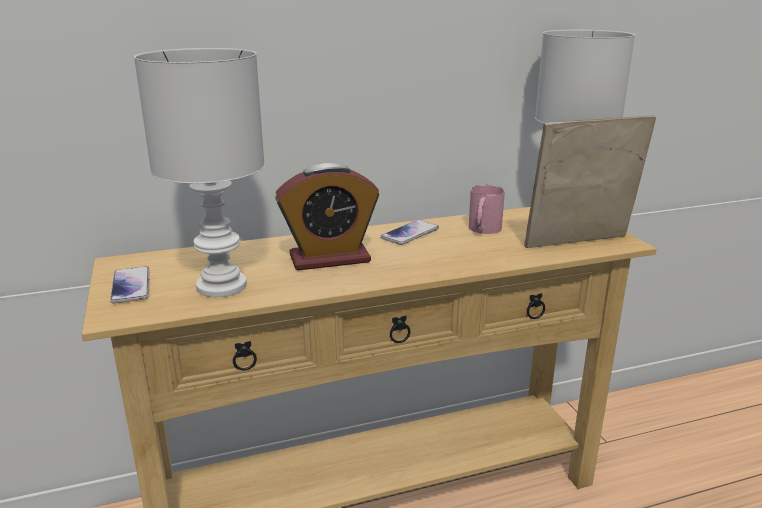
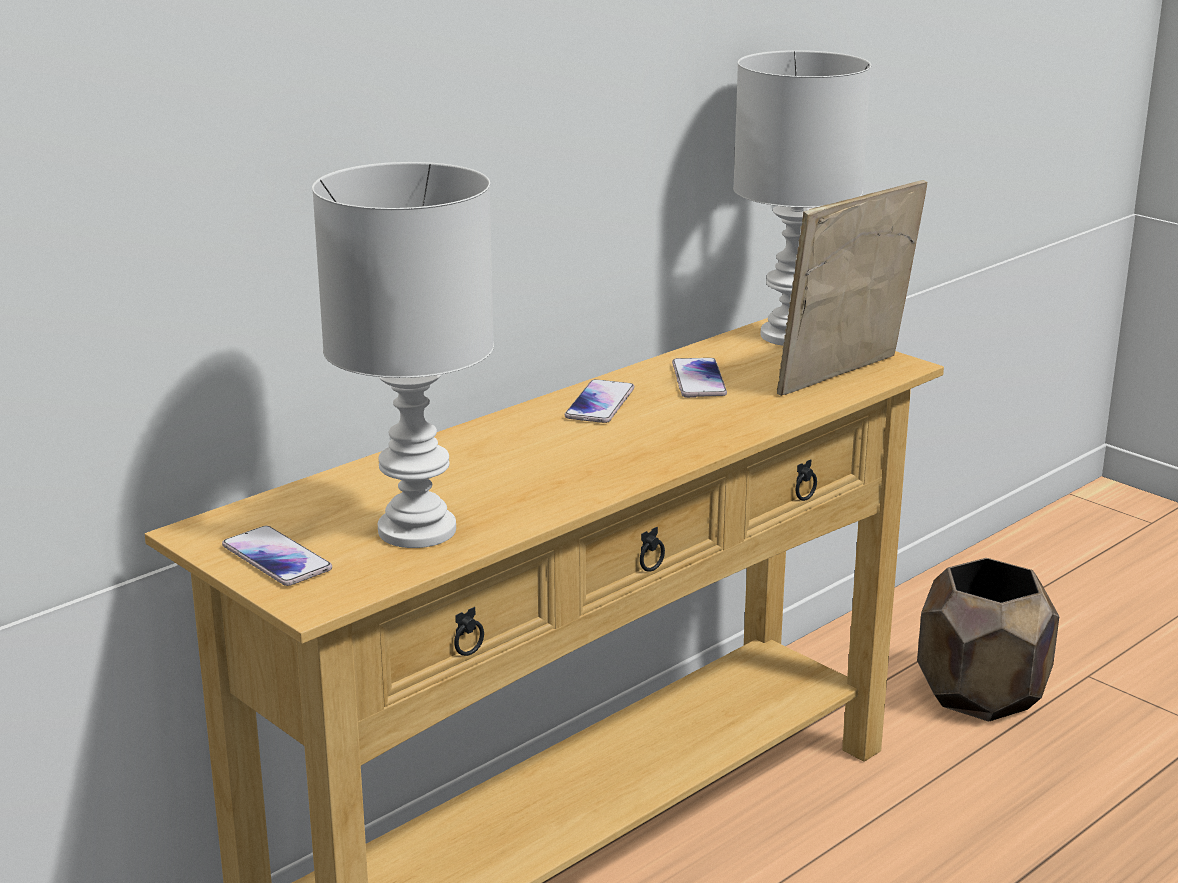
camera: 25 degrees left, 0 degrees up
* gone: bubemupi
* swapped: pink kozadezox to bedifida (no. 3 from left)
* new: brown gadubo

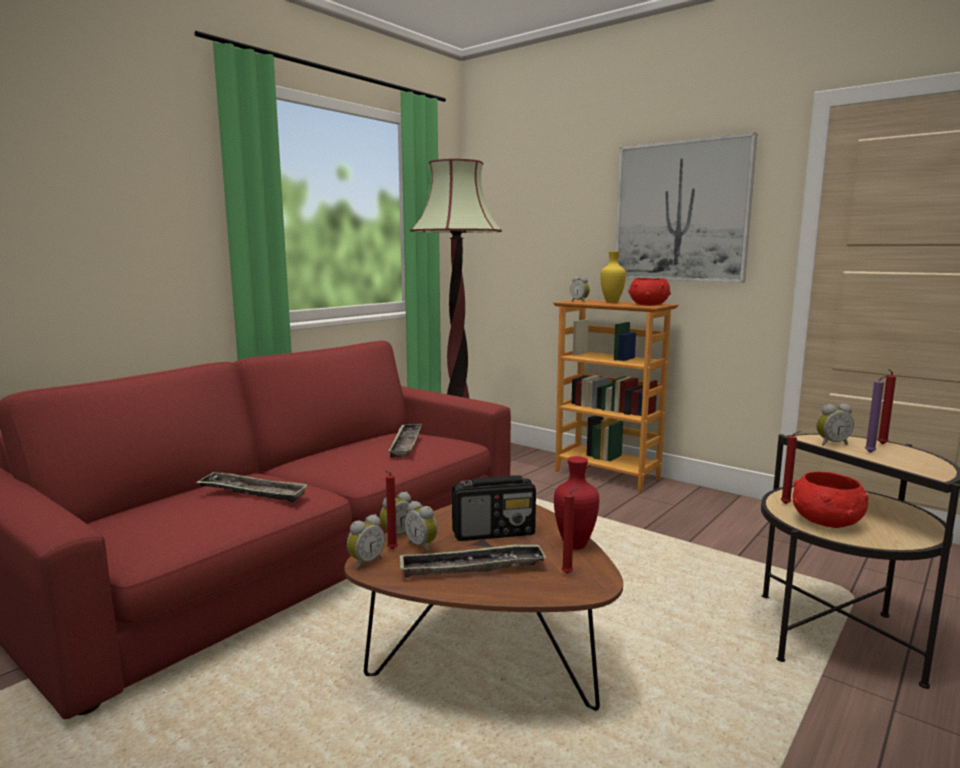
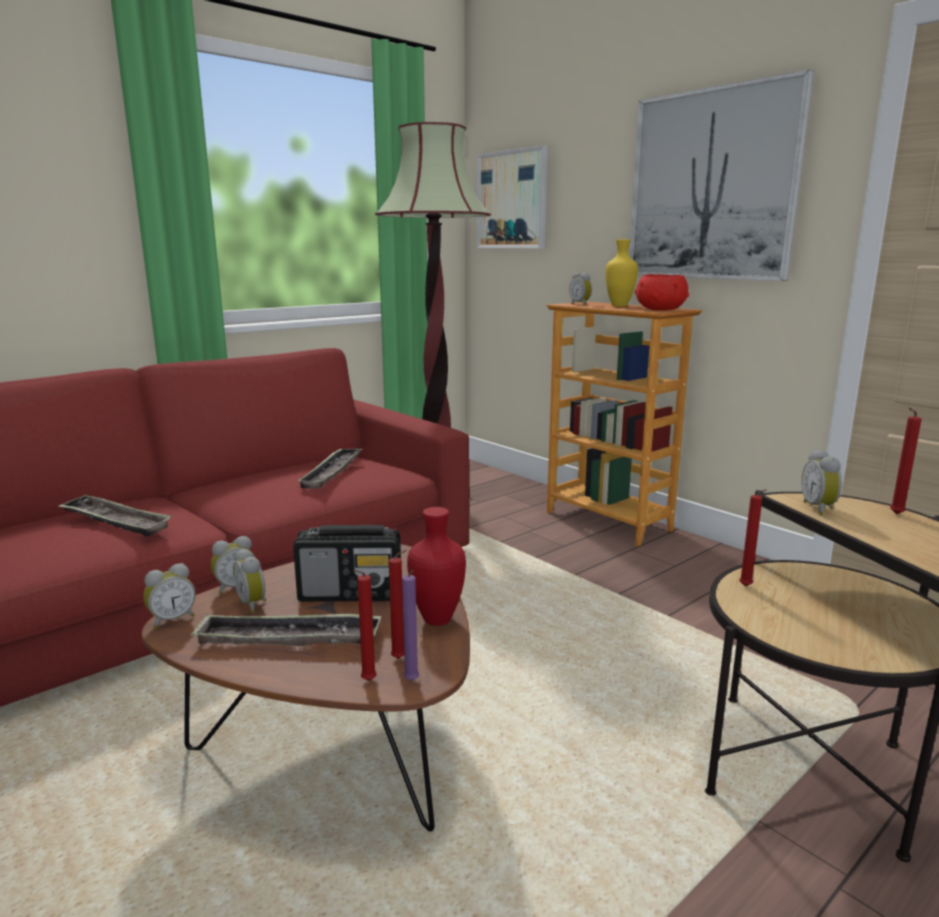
camera: 10 degrees right, 5 degrees up
* shifted: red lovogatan (no. 1 from left)
* gone: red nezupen (no. 2 from left)
* rotated: bubemupi (no. 5 from left) 90 degrees clockwise
* shifted: purple lovogatan
* new: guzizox (no. 1 from left)

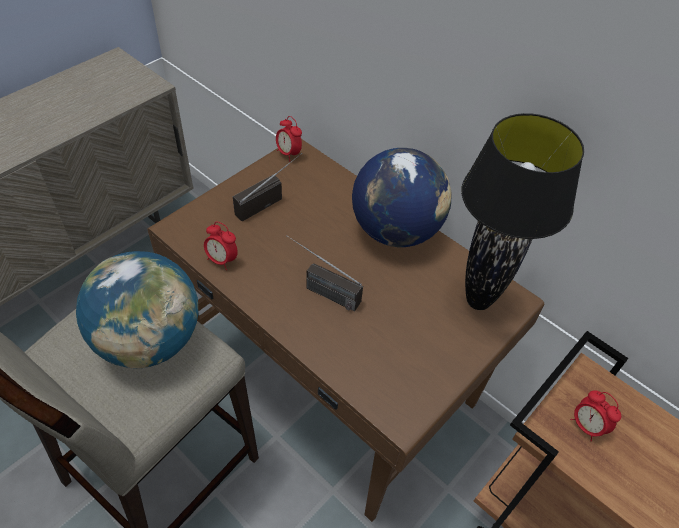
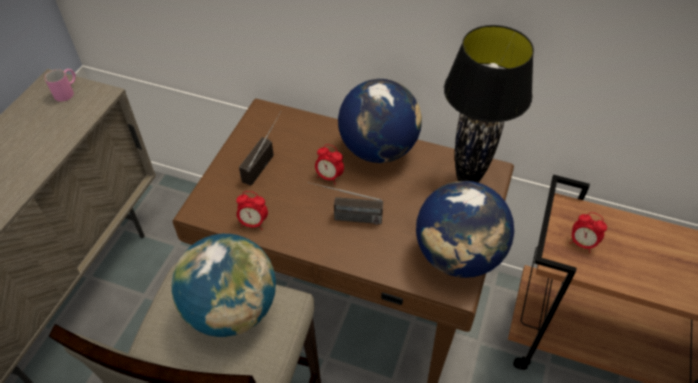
camera: 20 degrees left, 0 degrees up
* shifted: bubemupi (no. 2 from left)
* new: pink kozadezox
* new: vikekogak (no. 3 from left)

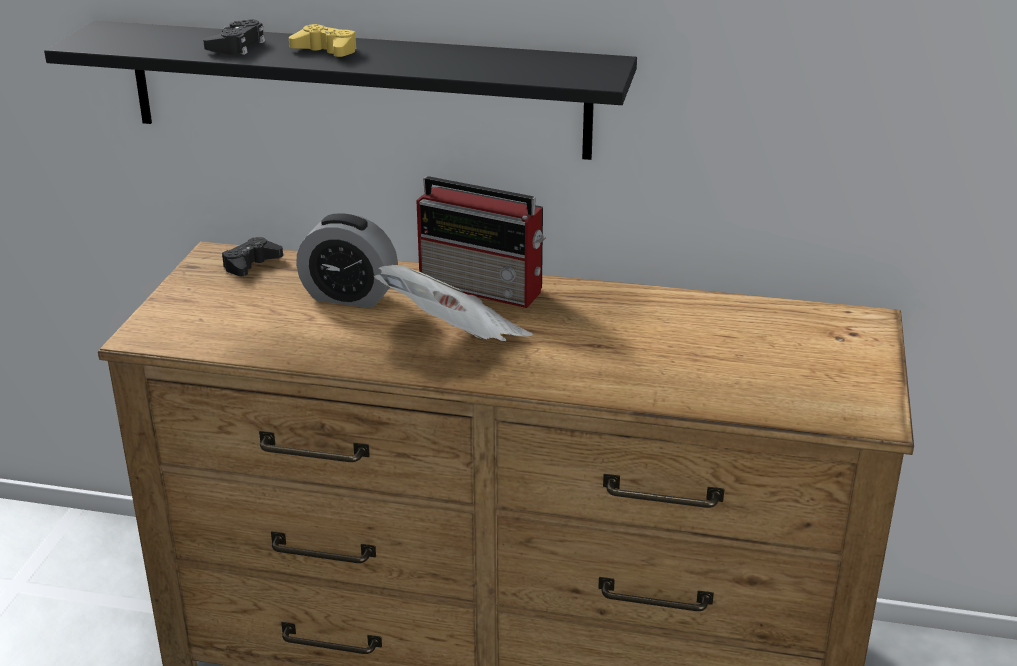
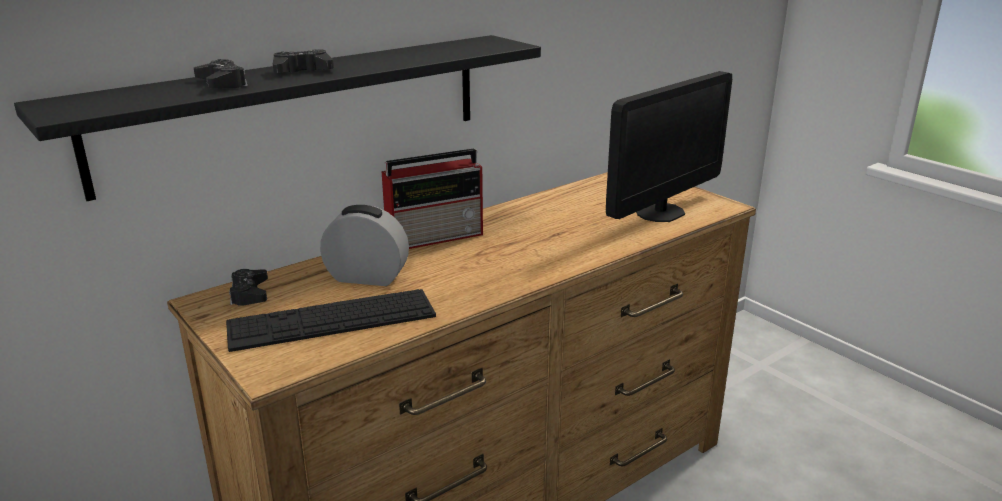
camera: 50 degrees left, 5 degrees down
* repainted: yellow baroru to black baroru (no. 3 from left)
* rotated: bubemupi 135 degrees counterclockwise
* gone: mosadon
* new: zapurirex
* new: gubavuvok

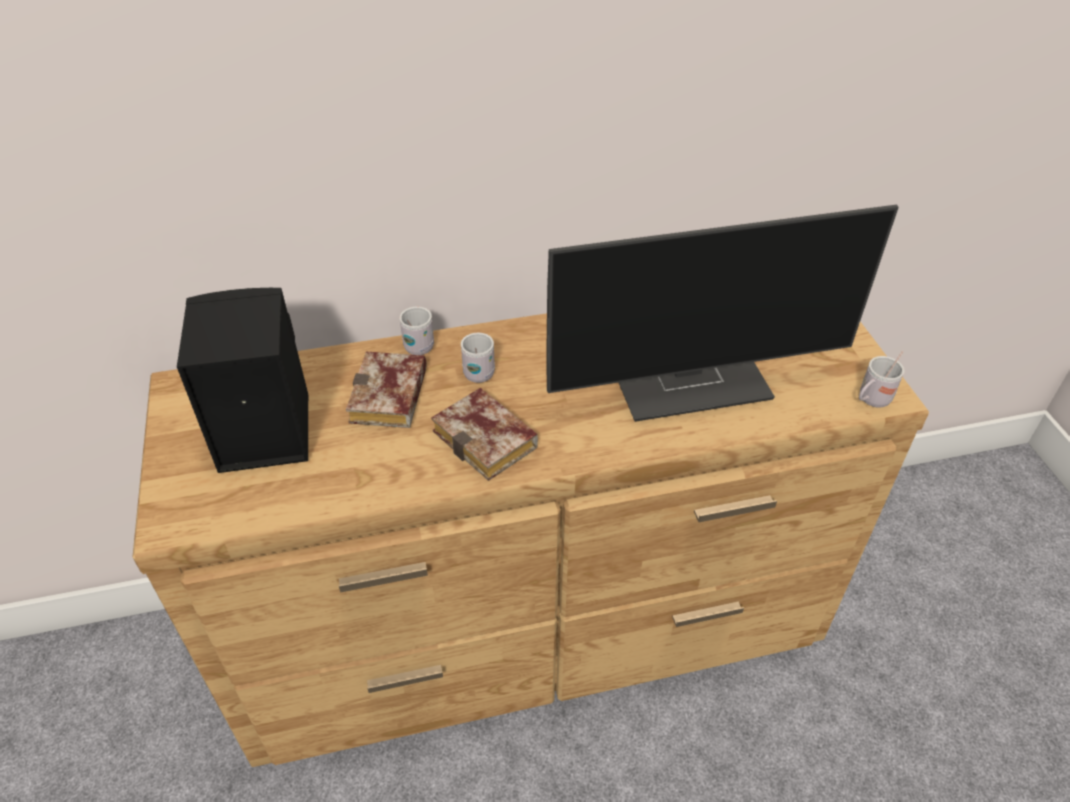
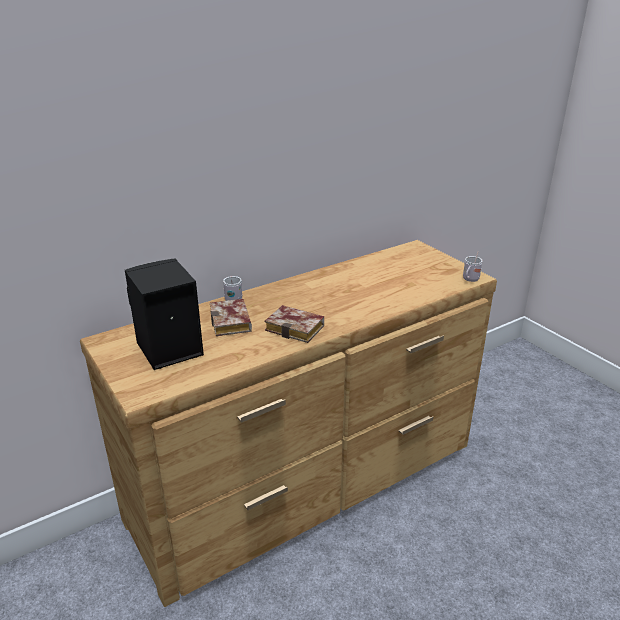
camera: 20 degrees left, 15 degrees down
* gone: white kozadezox (no. 2 from left)
* gone: gubavuvok

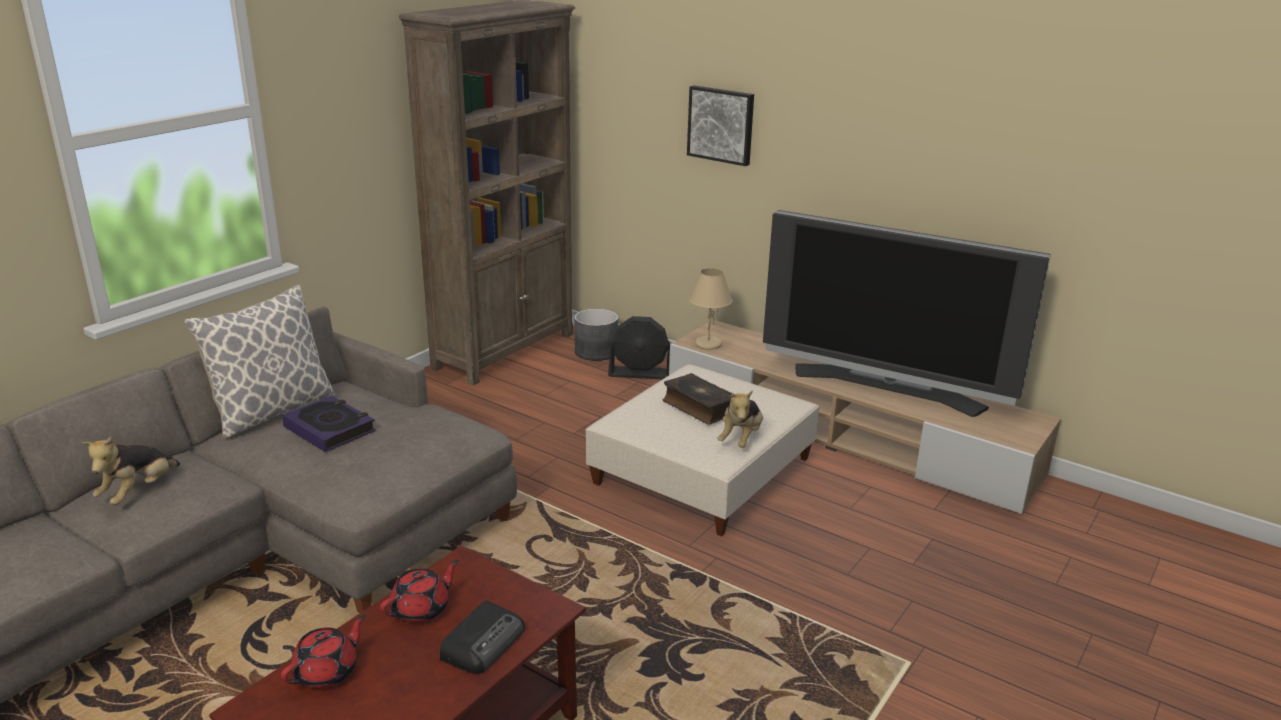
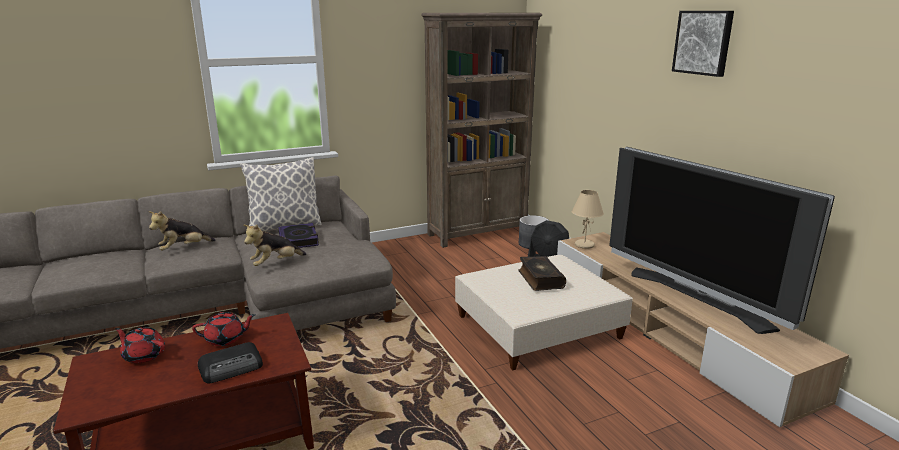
camera: 30 degrees right, 5 degrees down
* rotated: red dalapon (no. 1 from left) 135 degrees counterclockwise
* shifted: guzizox
* shifted: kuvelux (no. 2 from left)

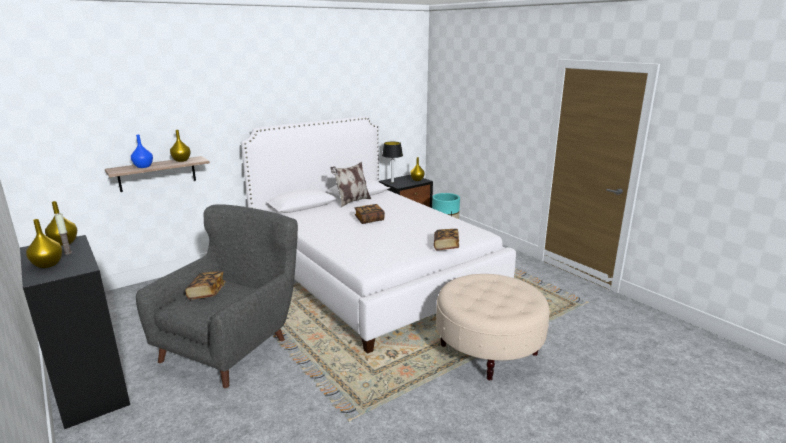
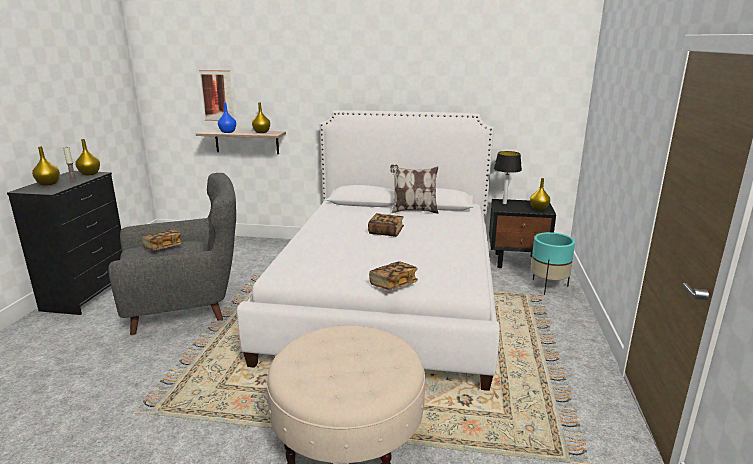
camera: 45 degrees right, 0 degrees up
* new: guzizox

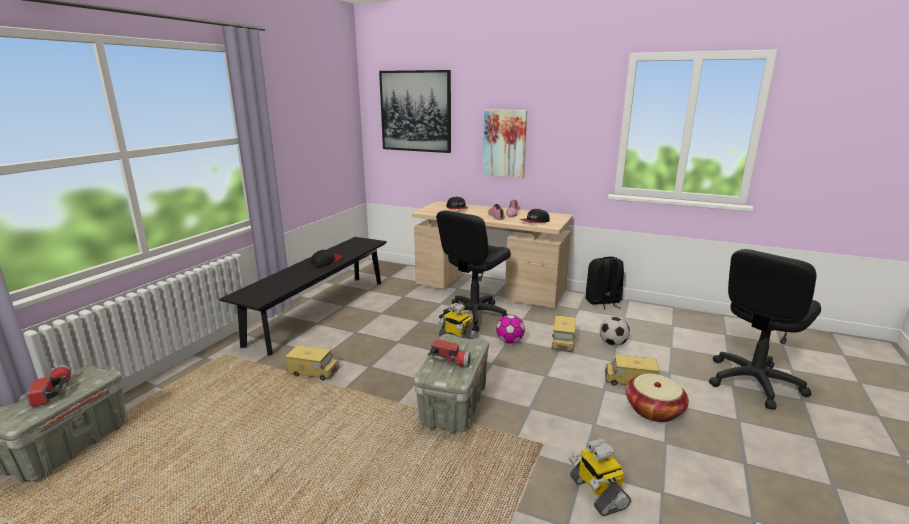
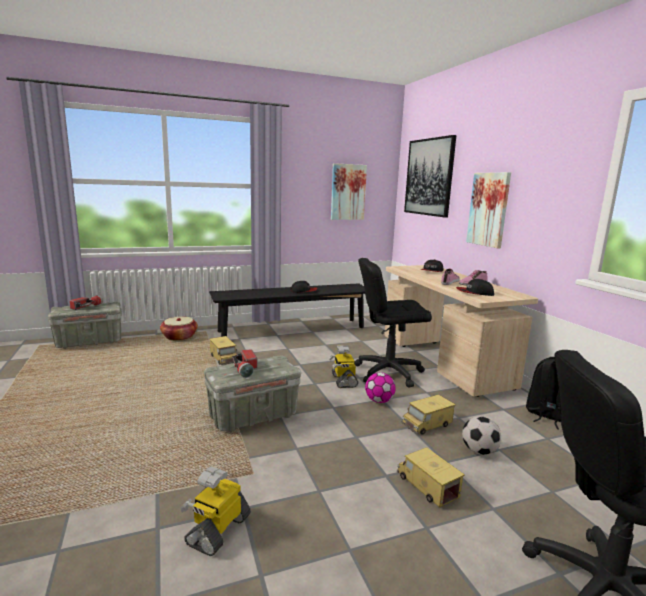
camera: 45 degrees right, 5 degrees down
* shifted: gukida
* new: guzizox (no. 1 from left)

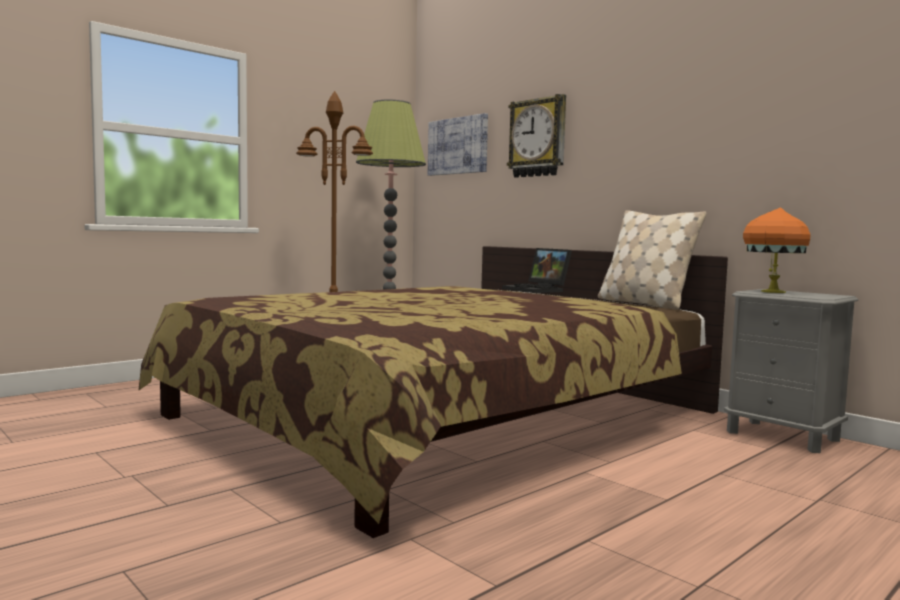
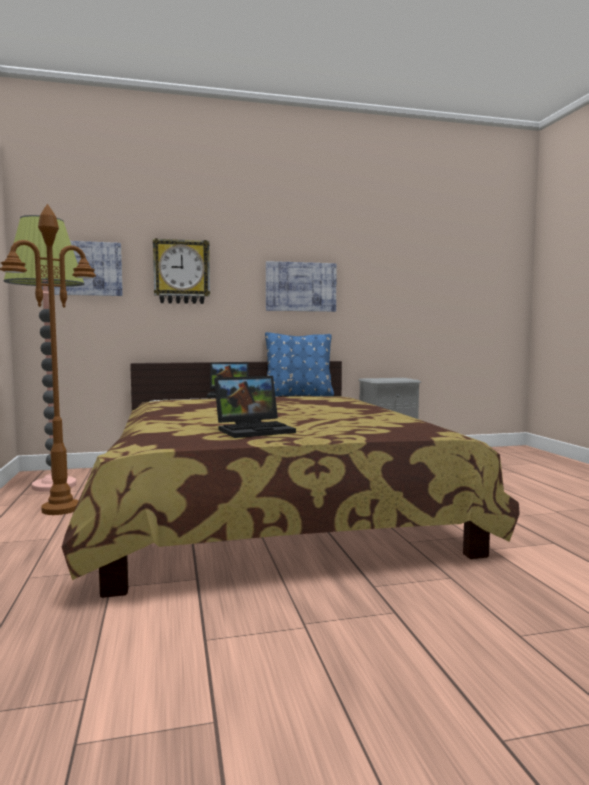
camera: 60 degrees left, 0 degrees up
* repainted: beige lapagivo to blue lapagivo
* gone: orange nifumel
* new: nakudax (no. 2 from left)
* new: guzizox (no. 2 from left)

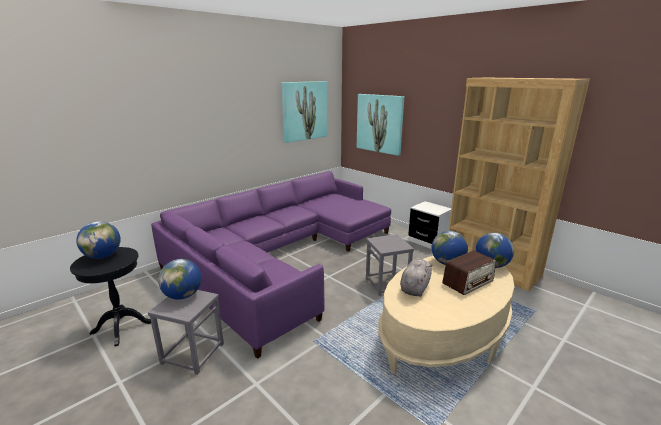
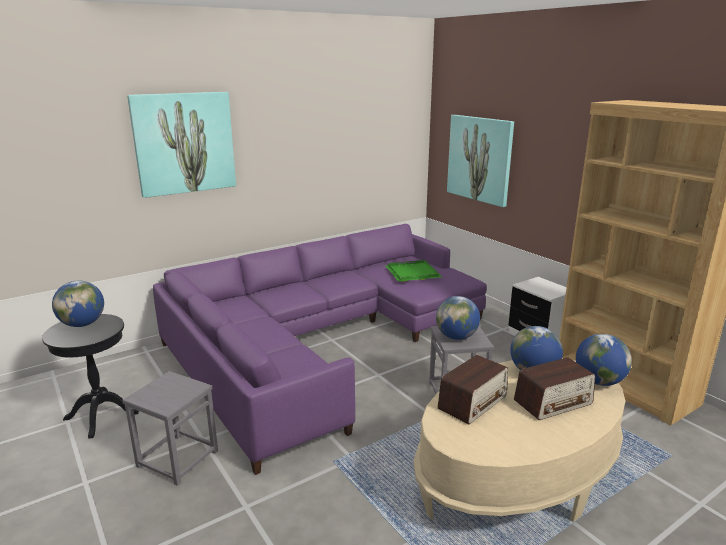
camera: 10 degrees right, 0 degrees up
* shifted: vikekogak (no. 2 from left)
* shifted: guzizox (no. 1 from left)
* swapped: grey kuvelux to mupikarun (no. 1 from left)
* new: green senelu

